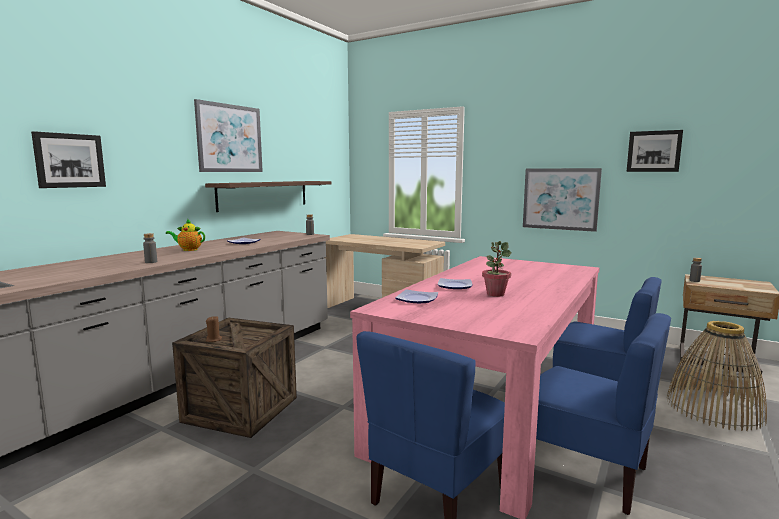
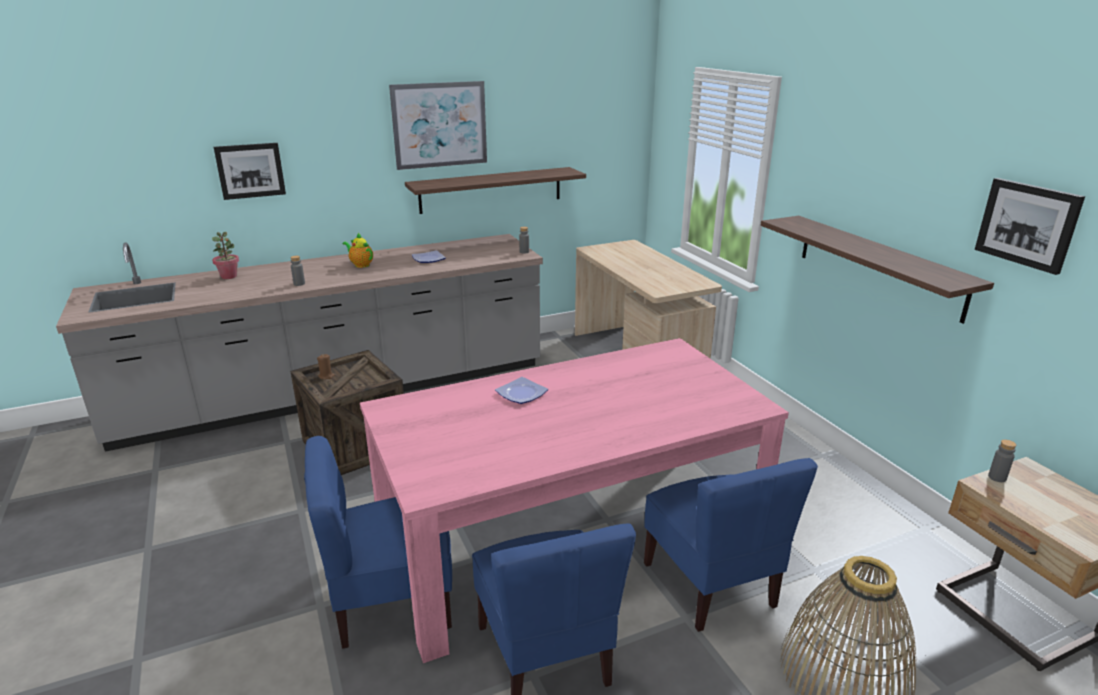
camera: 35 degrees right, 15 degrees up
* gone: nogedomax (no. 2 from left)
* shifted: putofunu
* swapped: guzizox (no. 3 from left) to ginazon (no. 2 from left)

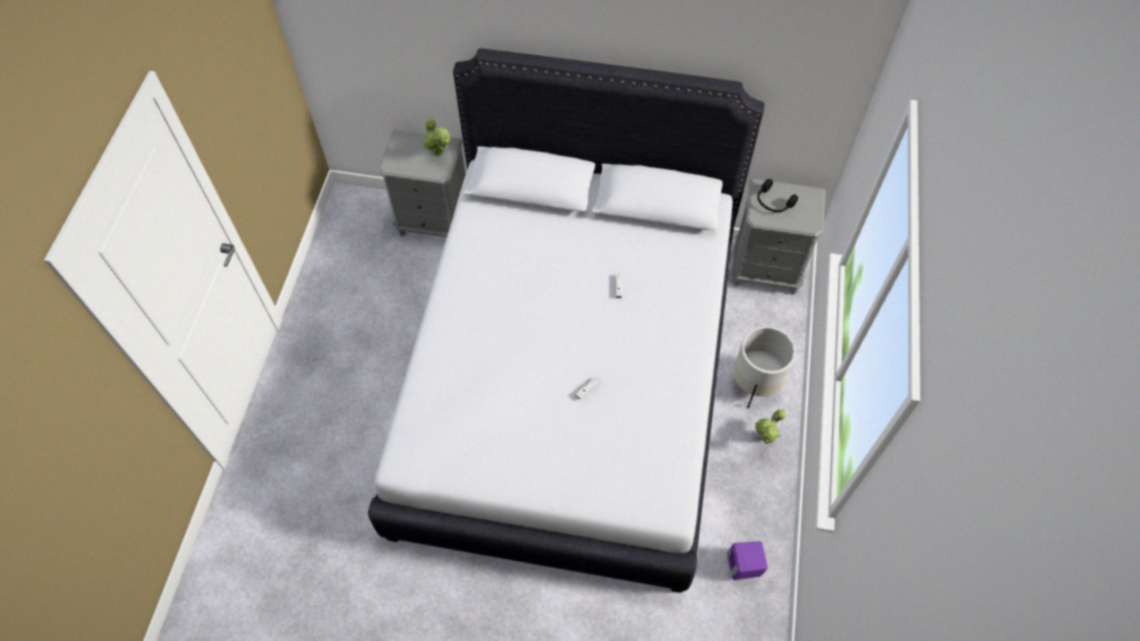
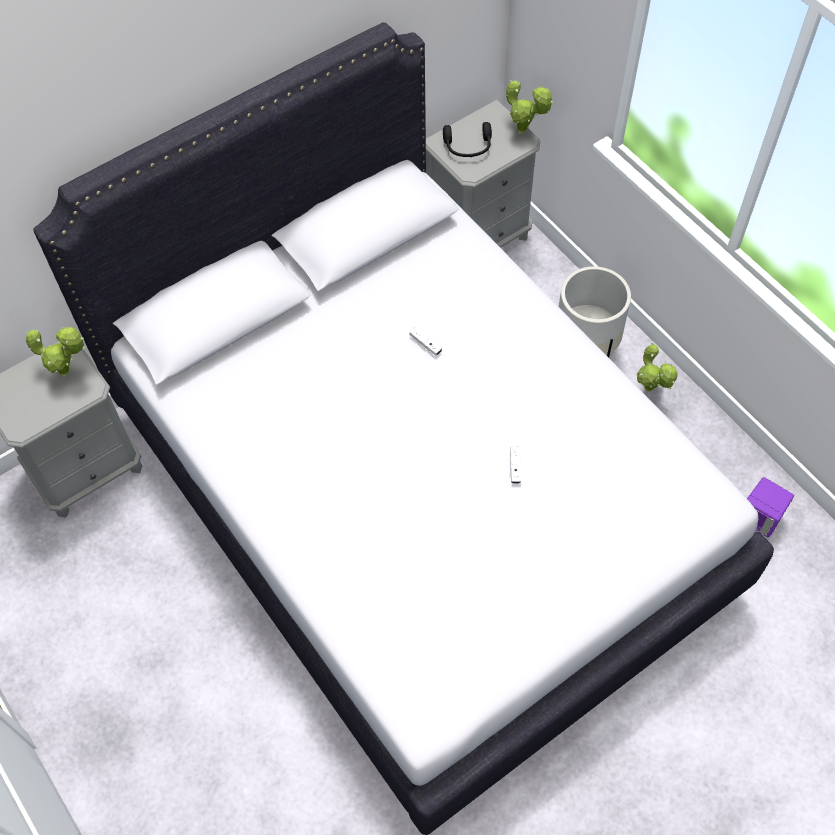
camera: 45 degrees left, 0 degrees up
* new: putofunu (no. 2 from left)

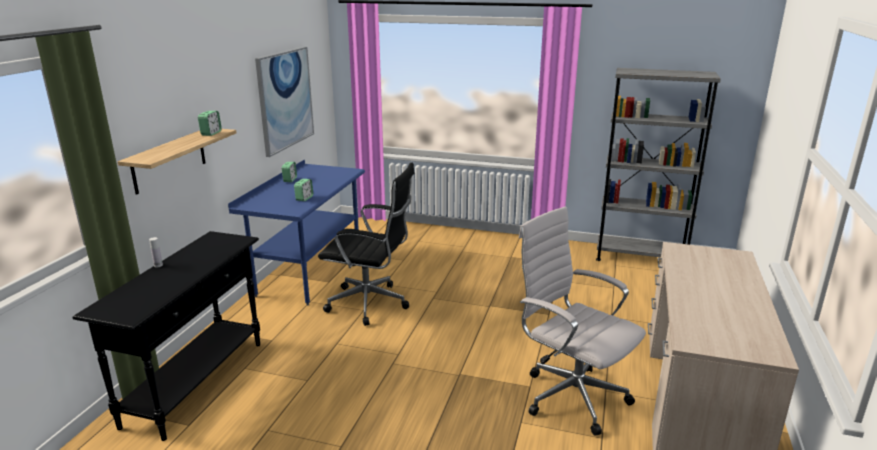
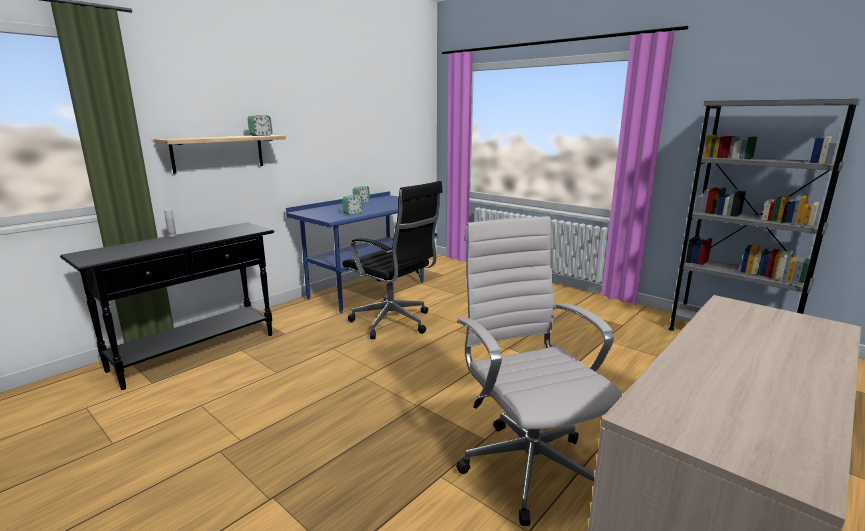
camera: 25 degrees right, 5 degrees down
* gone: guzizox

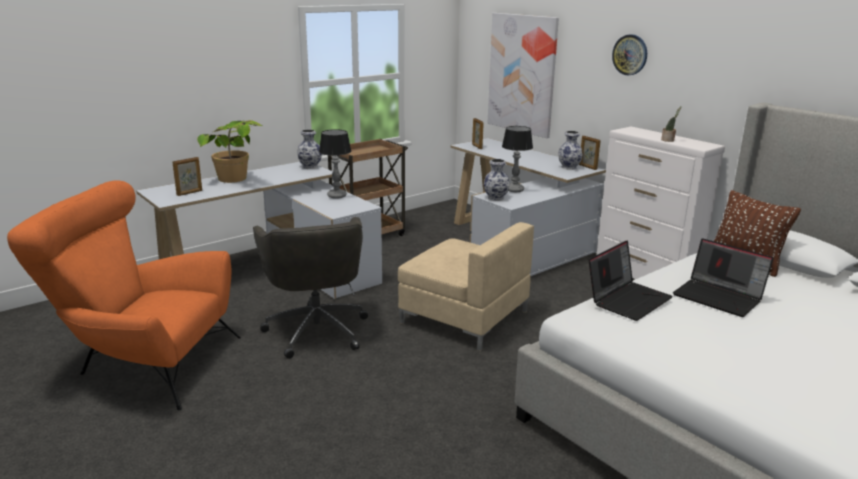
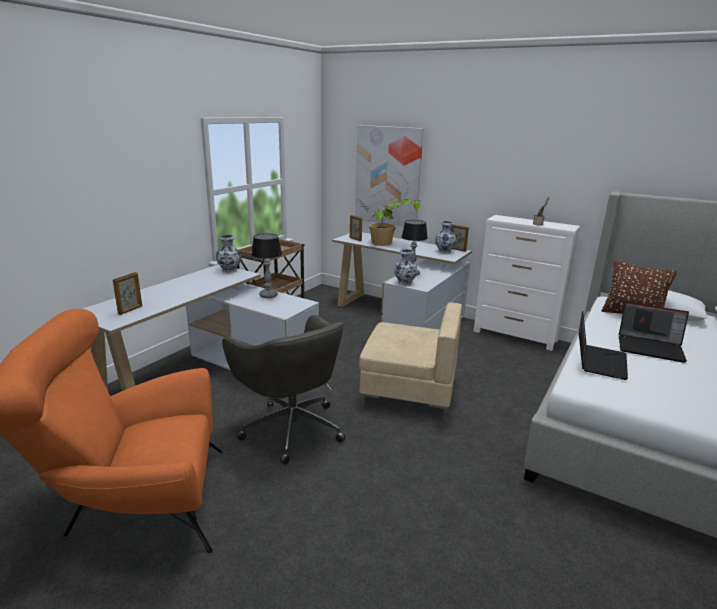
camera: 20 degrees left, 0 degrees up
* shifted: putofunu (no. 1 from left)
* gone: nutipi

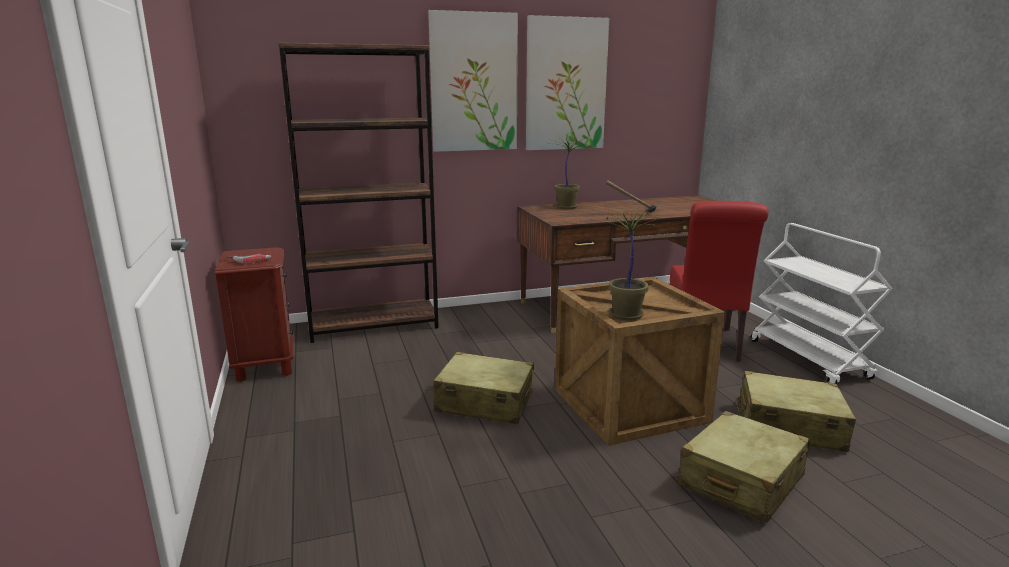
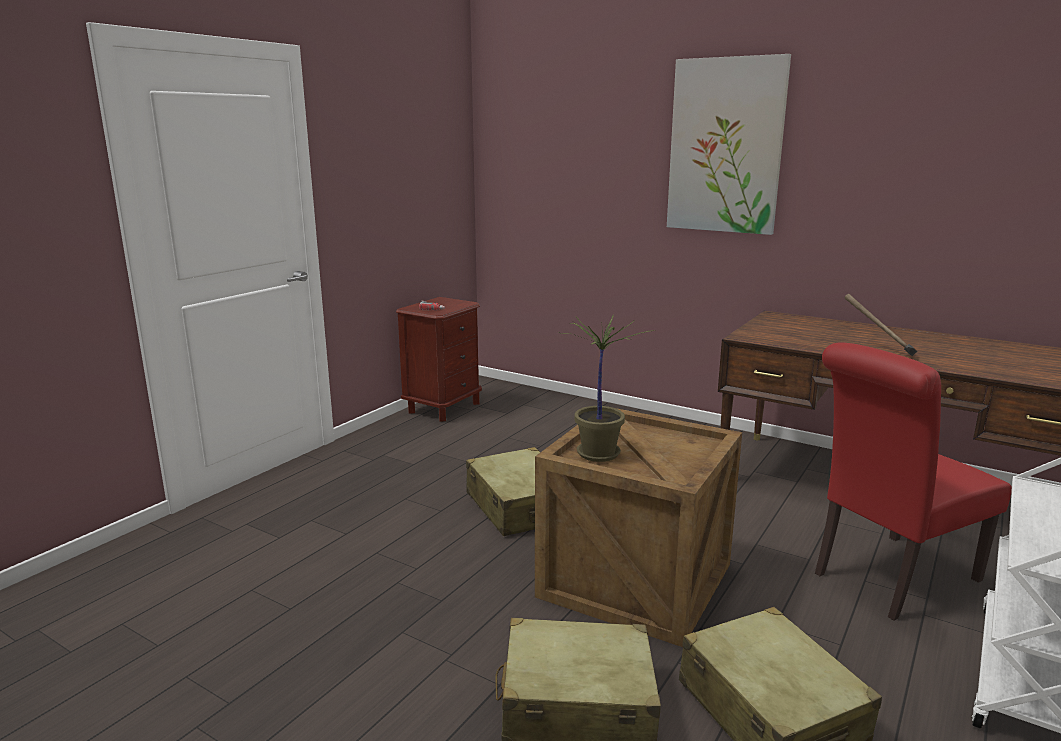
camera: 50 degrees right, 0 degrees up
* gone: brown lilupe
* gone: guzizox (no. 2 from left)
* gone: putofunu (no. 1 from left)

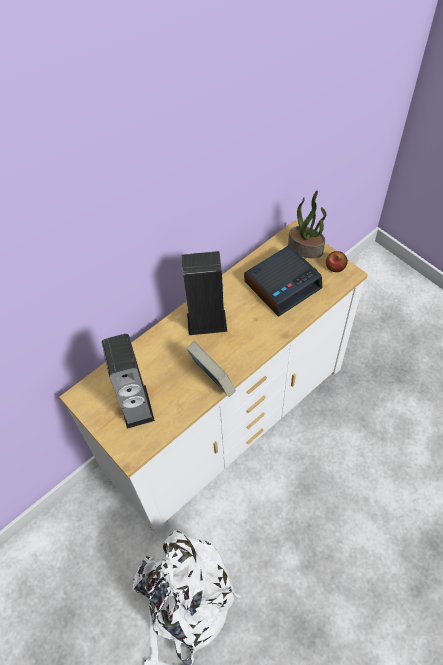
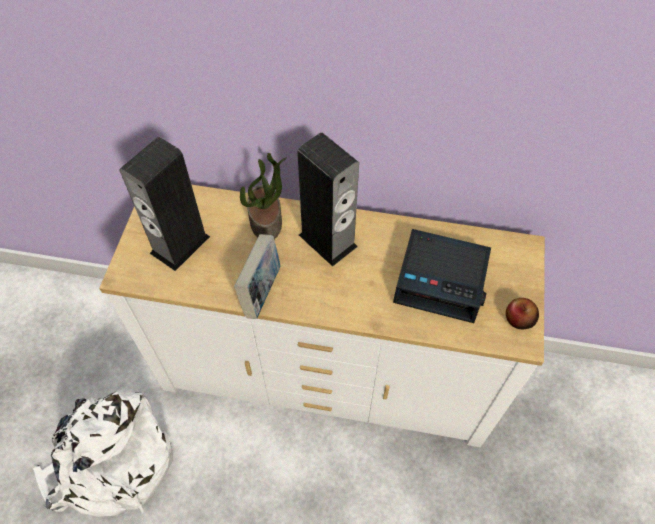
camera: 50 degrees right, 0 degrees up
* shifted: putofunu

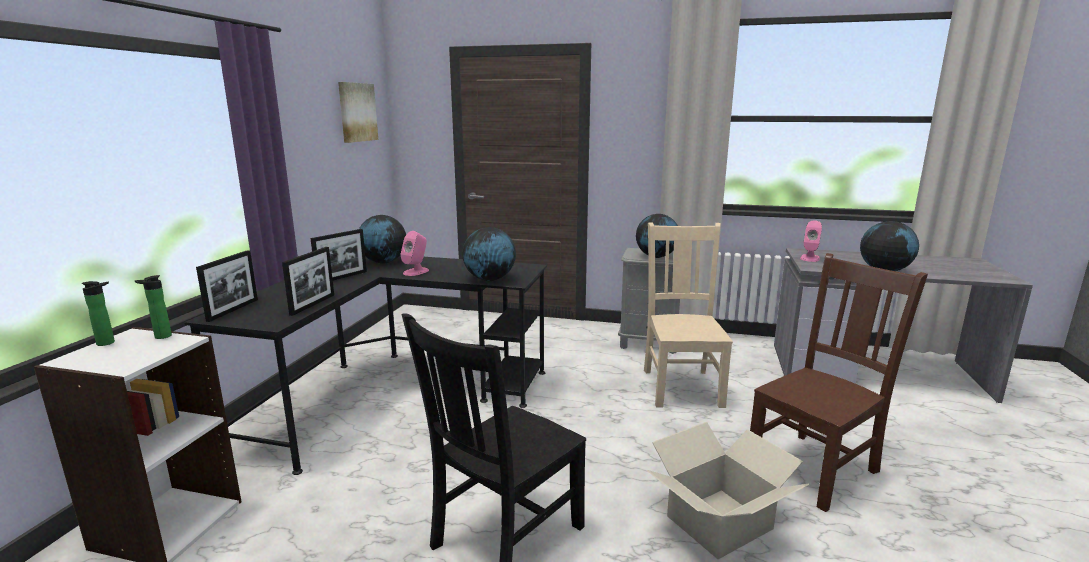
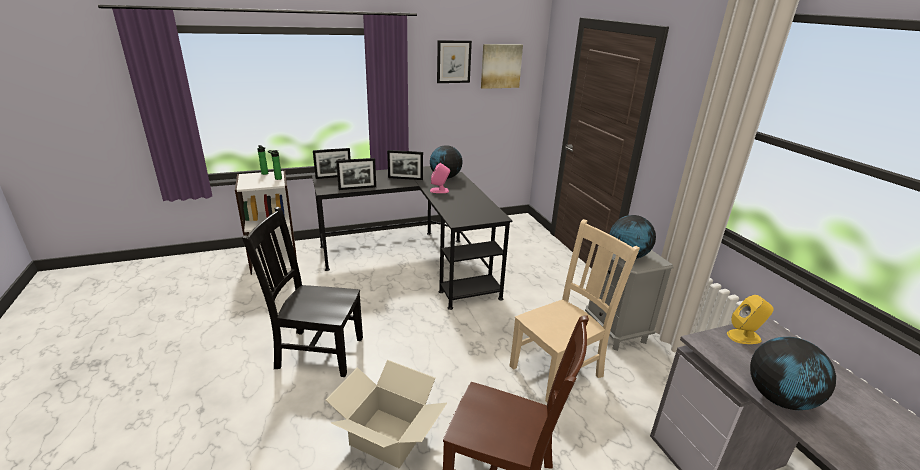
camera: 55 degrees right, 10 degrees up
* gone: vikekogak (no. 2 from left)
* repainted: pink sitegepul (no. 2 from left) to yellow sitegepul
* new: guzizox (no. 1 from left)

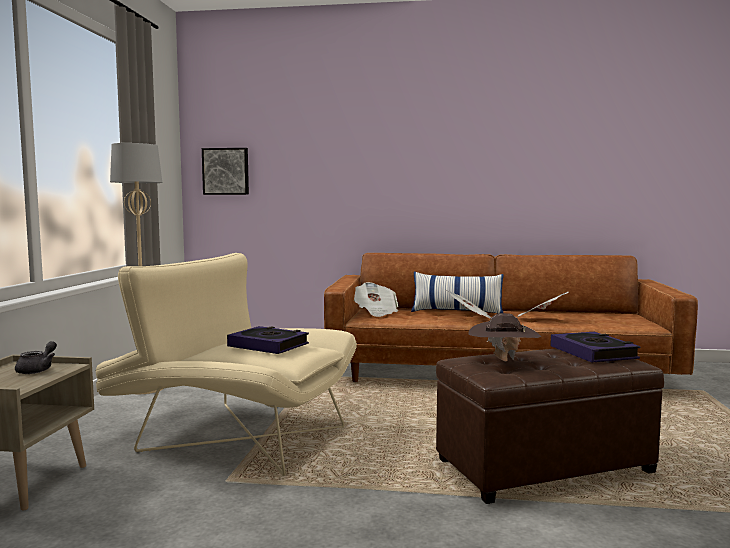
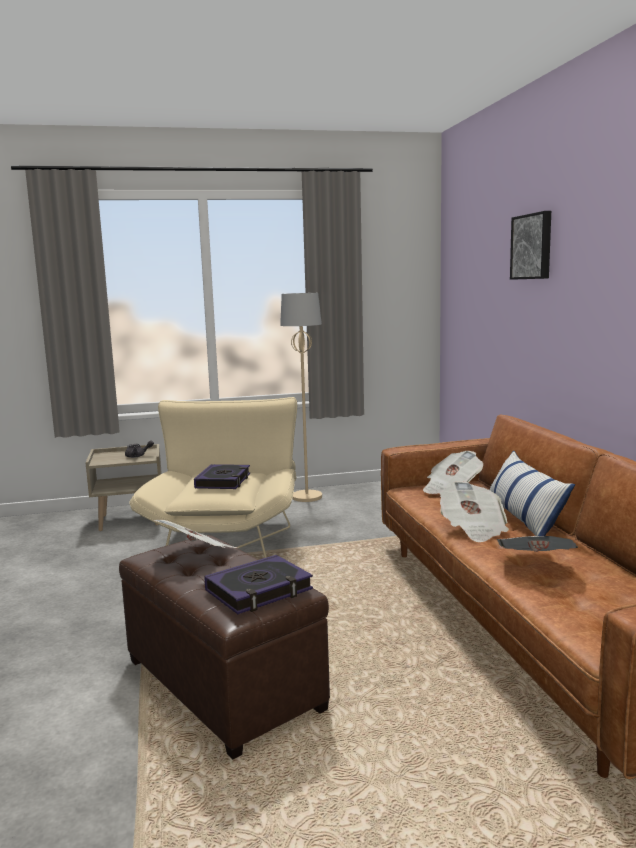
camera: 70 degrees right, 5 degrees up
* shifted: guzizox
* swapped: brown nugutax to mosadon (no. 1 from left)

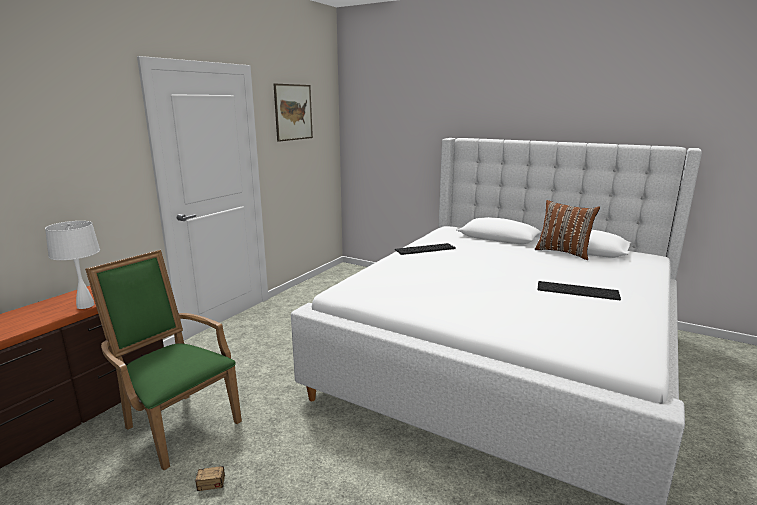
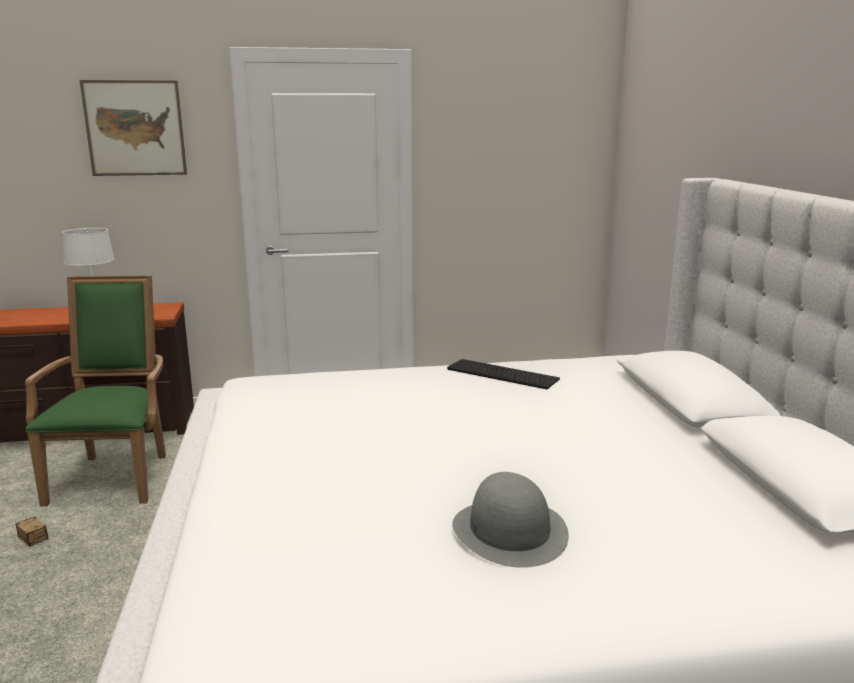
camera: 50 degrees right, 0 degrees up
* shifted: guzizox
* gone: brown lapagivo
* swapped: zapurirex (no. 2 from left) to grey nugutax

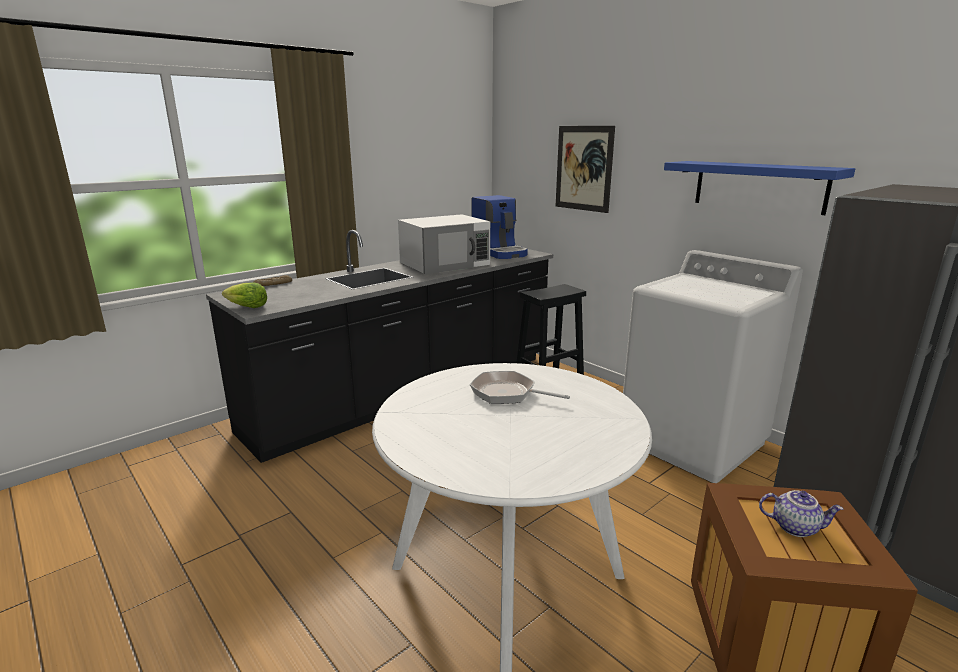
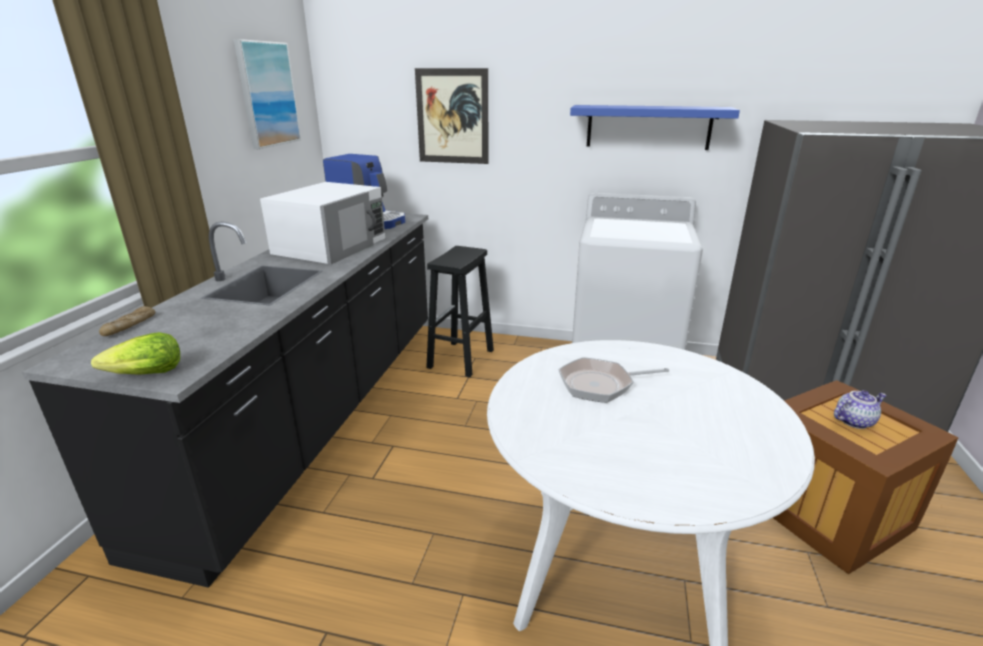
camera: 35 degrees left, 5 degrees up
* new: guzizox (no. 1 from left)

